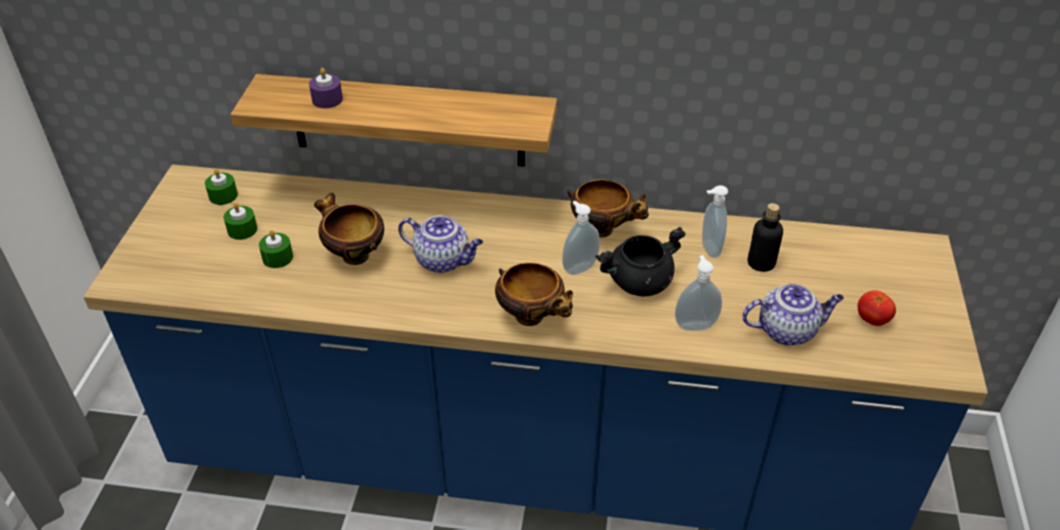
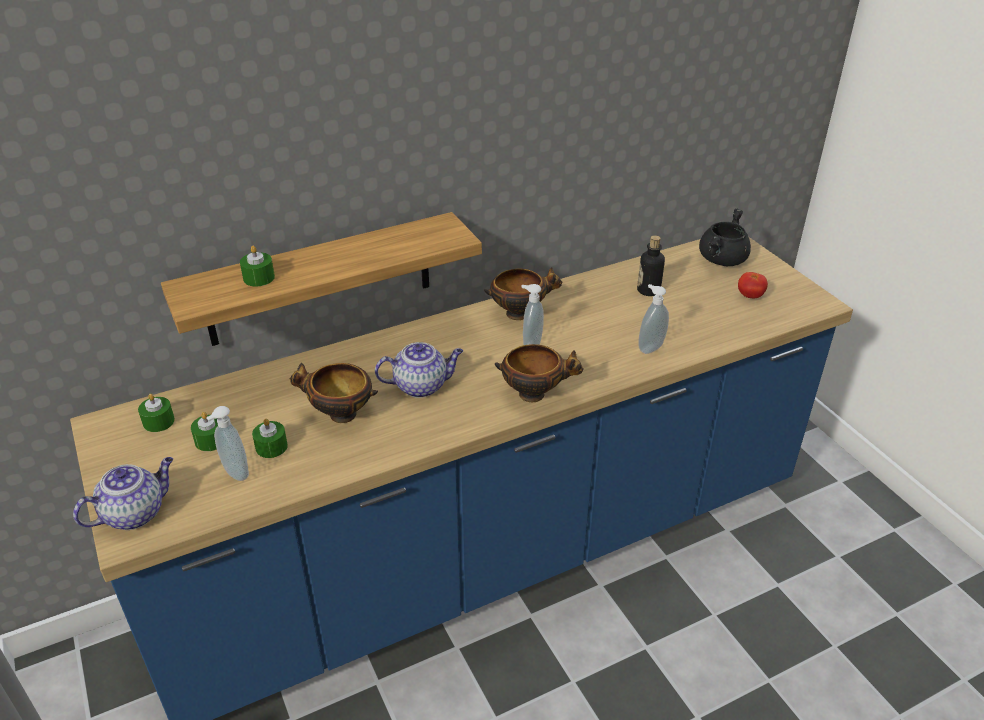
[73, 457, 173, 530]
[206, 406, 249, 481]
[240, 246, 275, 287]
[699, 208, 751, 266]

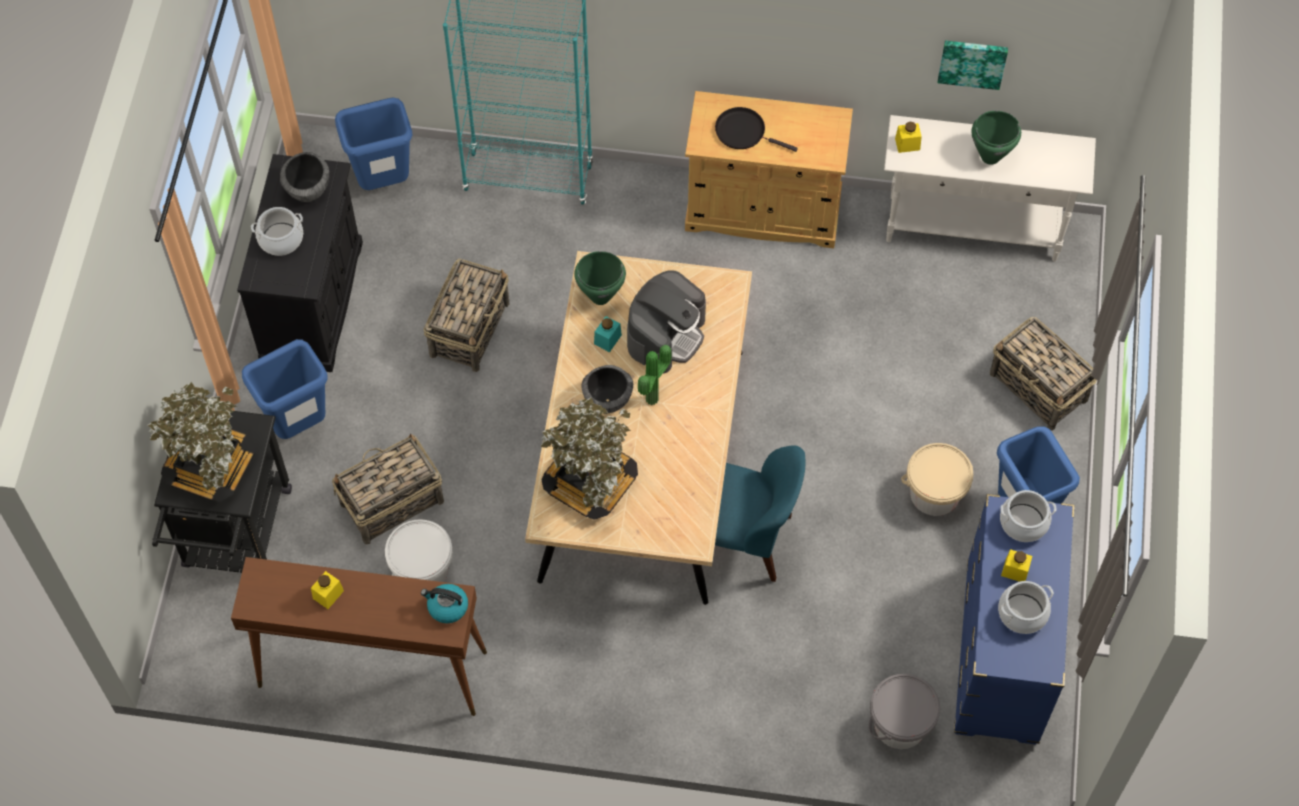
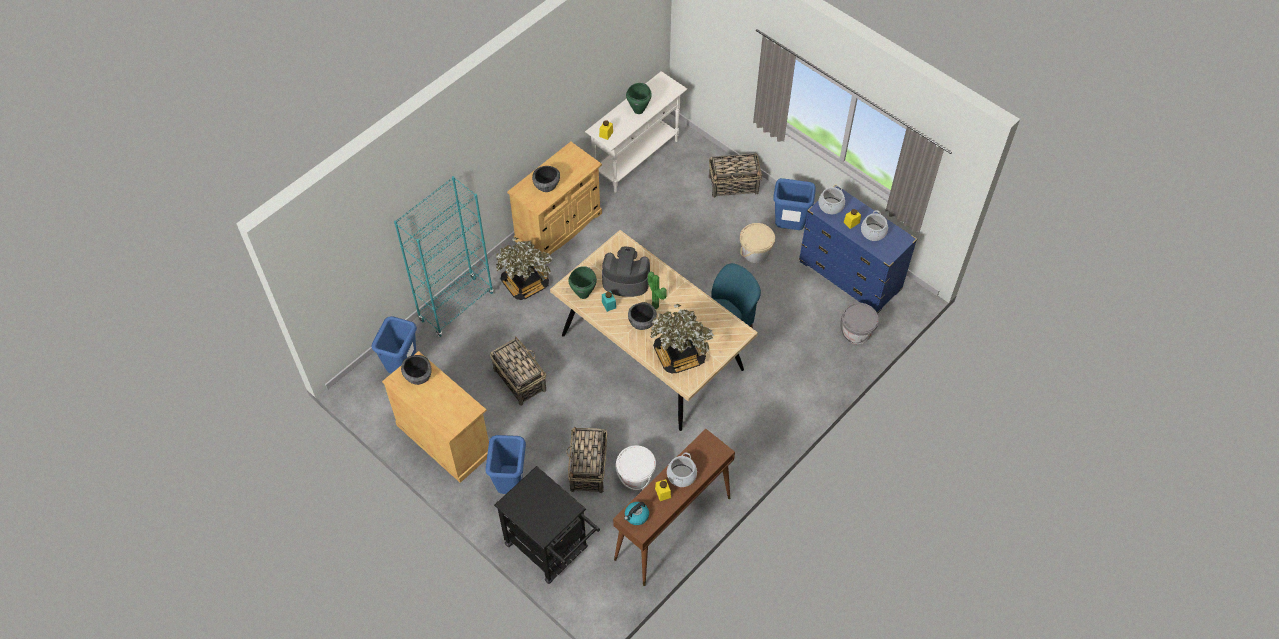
[382, 351, 489, 483]
[496, 237, 553, 300]
[532, 166, 560, 192]
[602, 247, 650, 297]
[624, 502, 649, 525]
[667, 453, 697, 487]
[938, 41, 1008, 90] (first image)

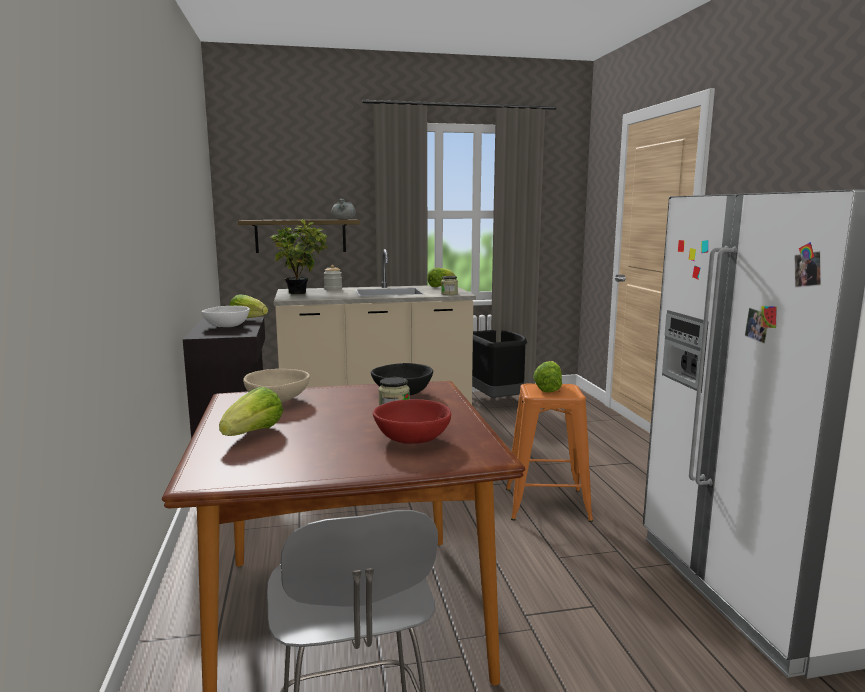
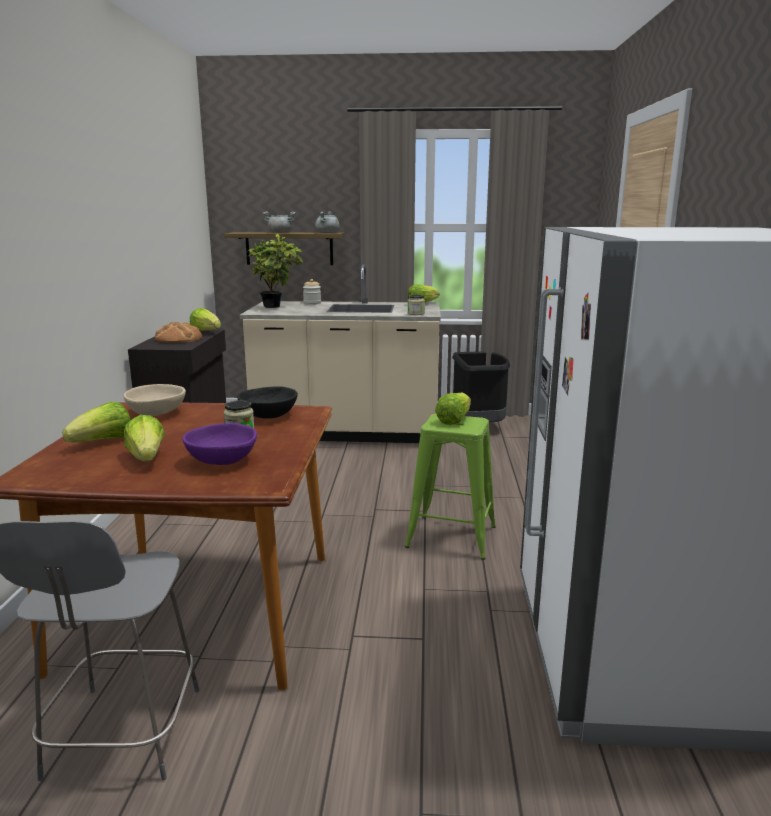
[124, 415, 165, 461]
[155, 322, 202, 343]
[183, 423, 257, 465]
[263, 211, 296, 233]
[405, 414, 496, 560]

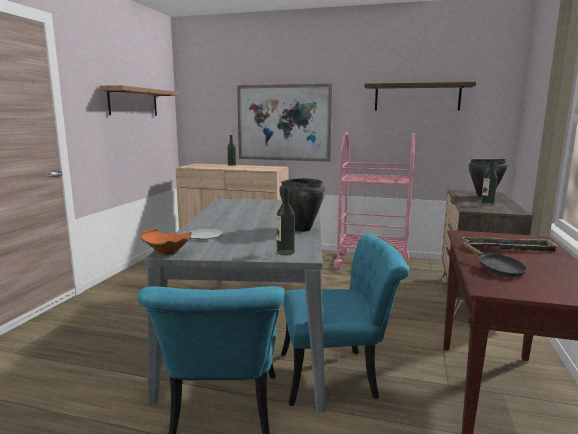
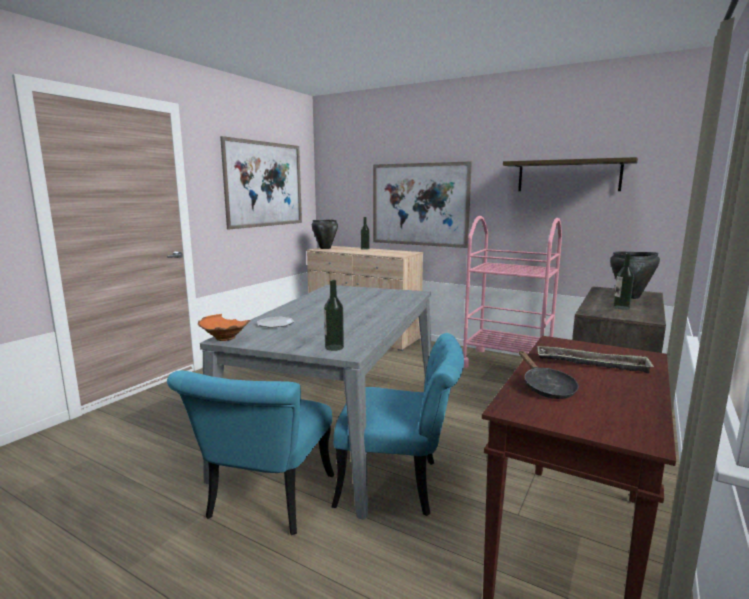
[220, 136, 302, 230]
[312, 220, 338, 249]

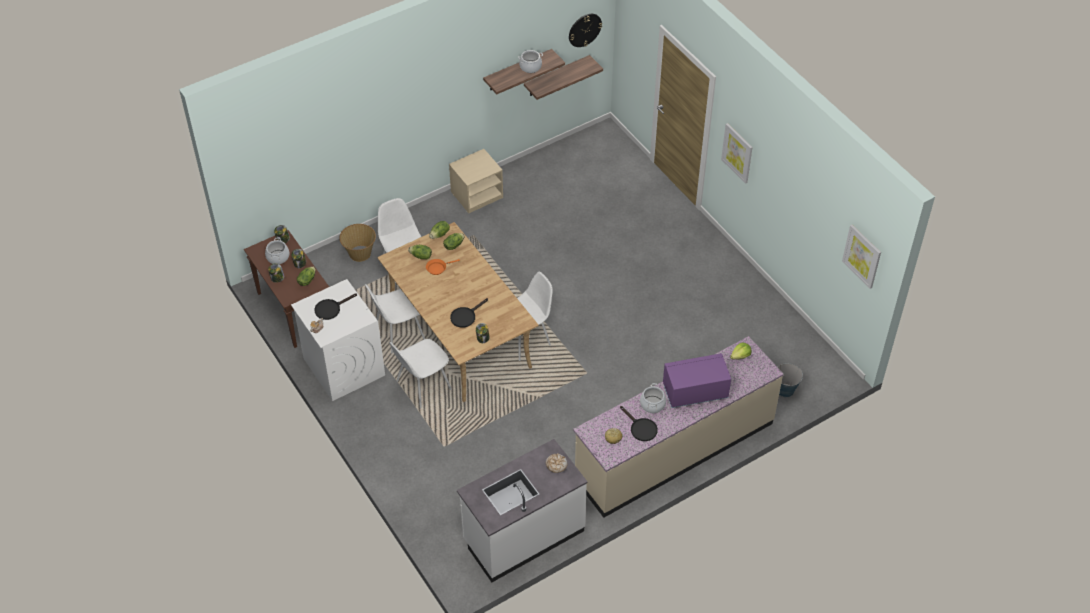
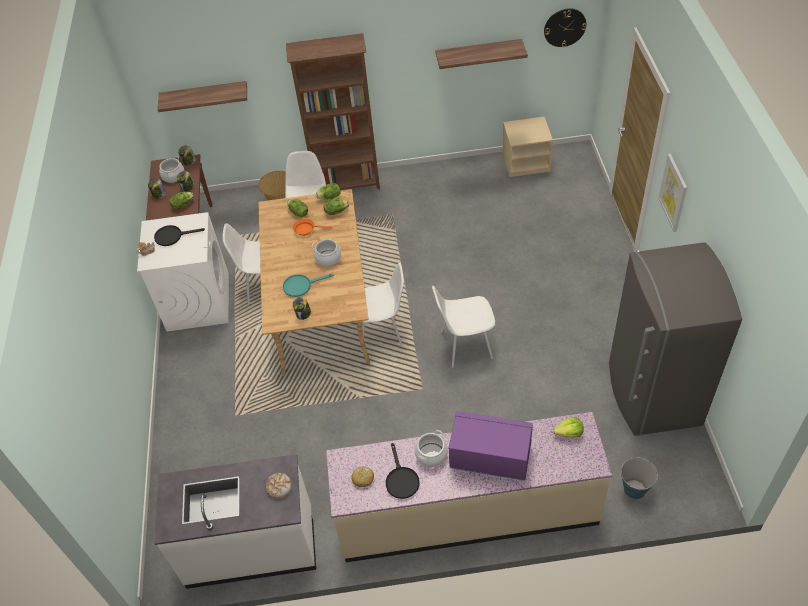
[157, 81, 247, 112]
[283, 274, 333, 297]
[286, 33, 380, 190]
[312, 239, 341, 267]
[432, 285, 495, 367]
[503, 116, 553, 177]
[609, 242, 742, 436]
[842, 225, 881, 289] (first image)

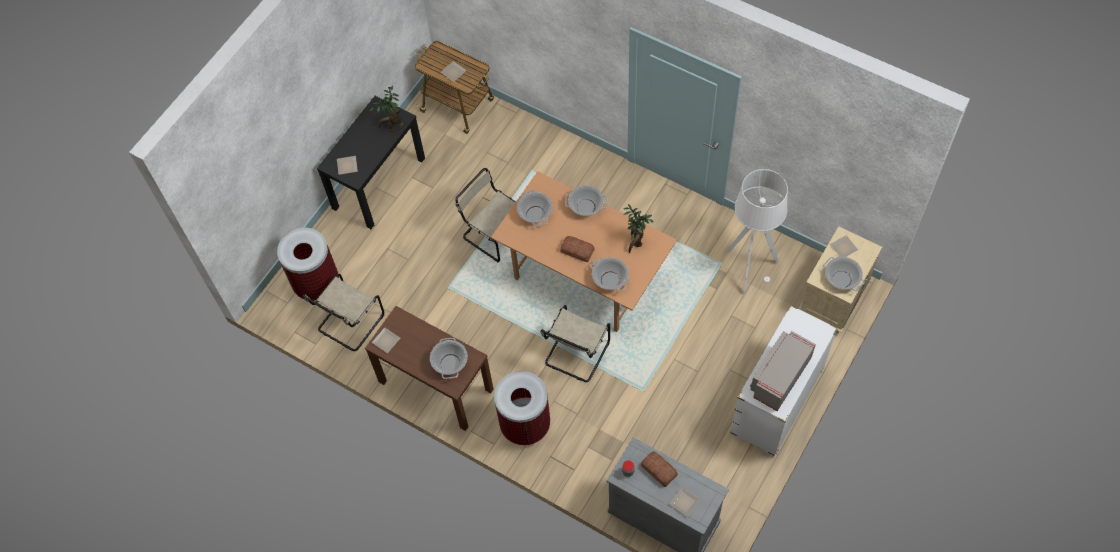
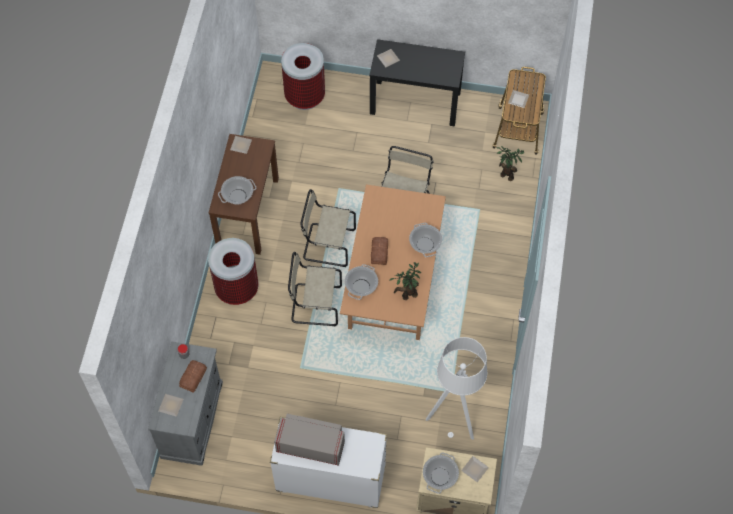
[300, 189, 356, 267]
[496, 146, 525, 181]
[517, 190, 553, 227] (first image)

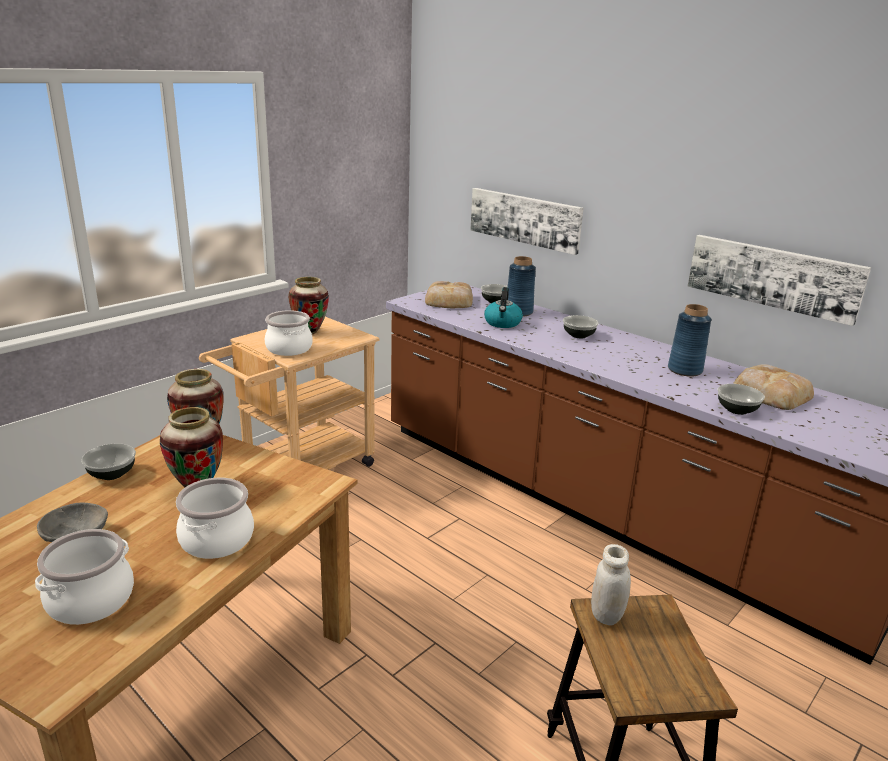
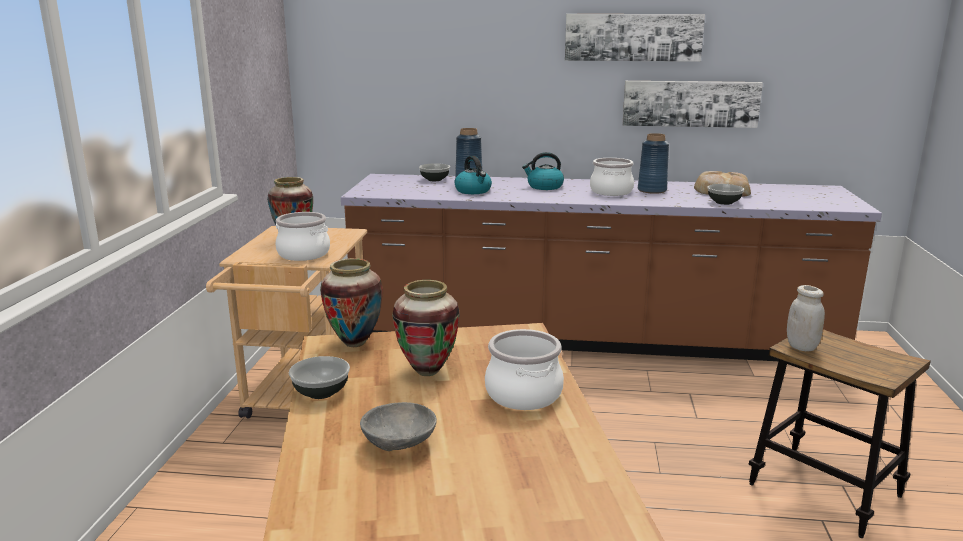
[522, 152, 564, 190]
[565, 14, 705, 62]
[590, 158, 634, 196]
[425, 281, 473, 308] (first image)

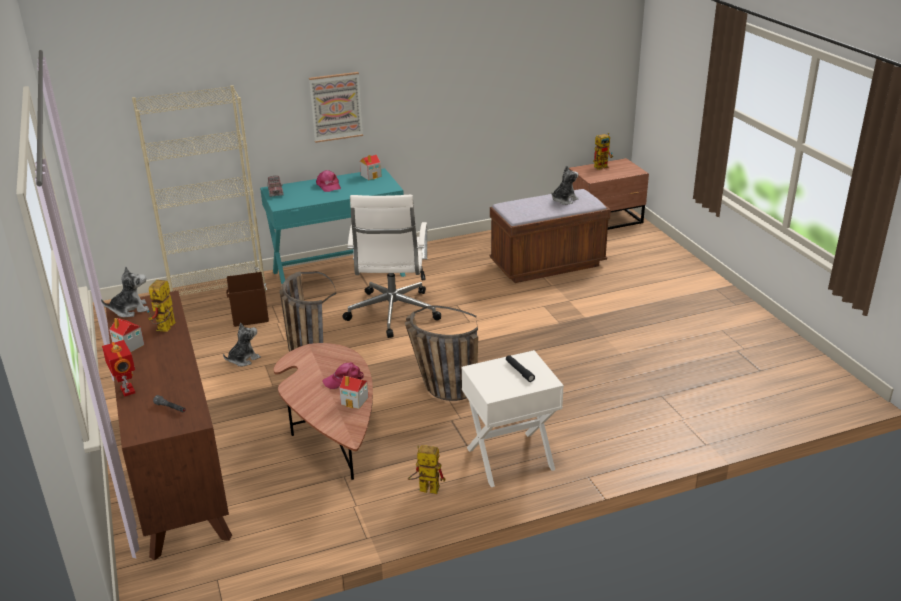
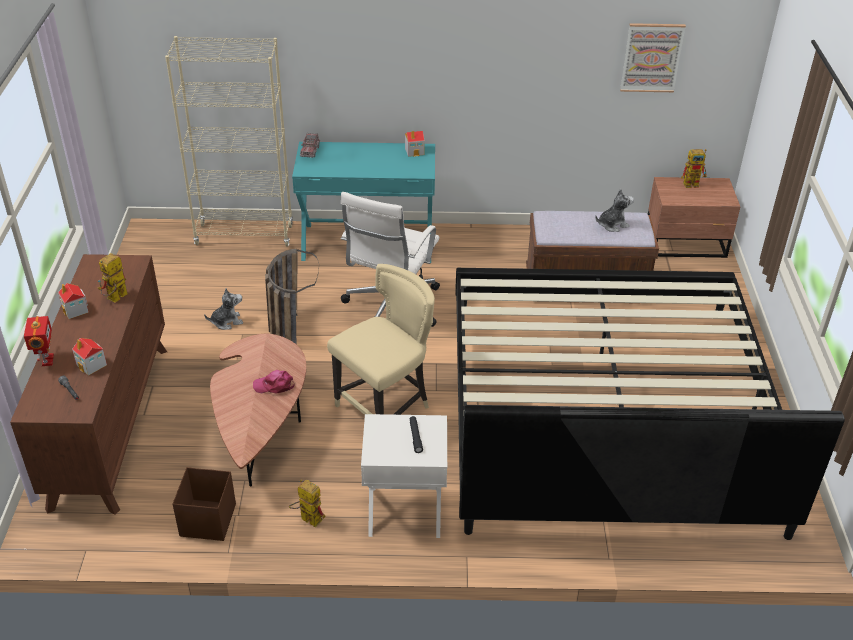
[72, 338, 107, 376]
[173, 467, 236, 541]
[327, 264, 435, 415]
[455, 268, 845, 540]
[620, 23, 686, 92]
[101, 266, 149, 317] (first image)
[316, 170, 341, 192] (first image)

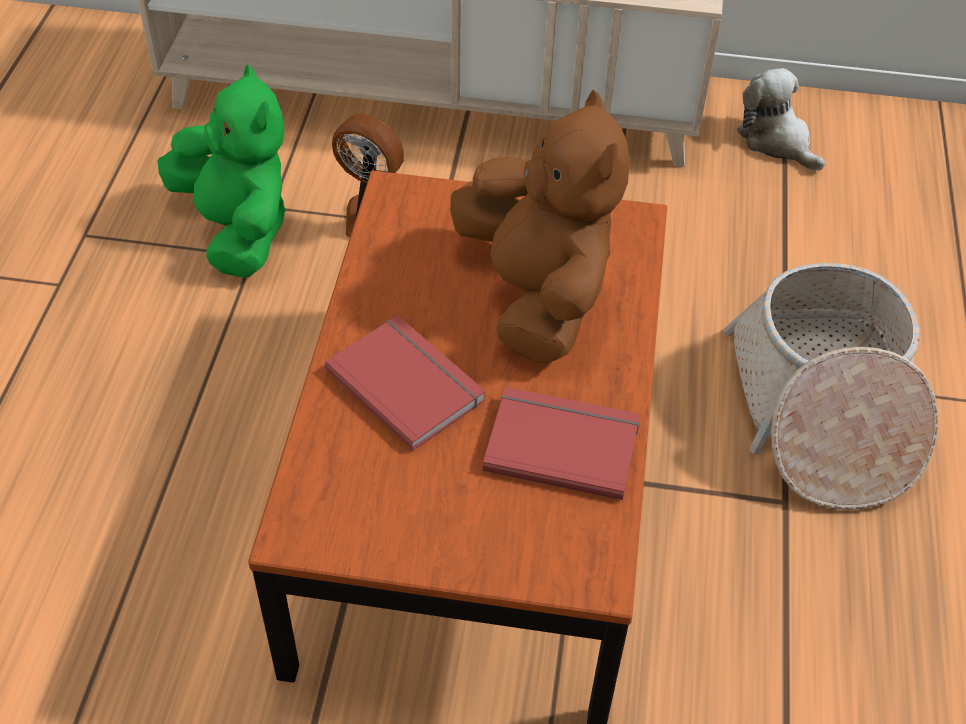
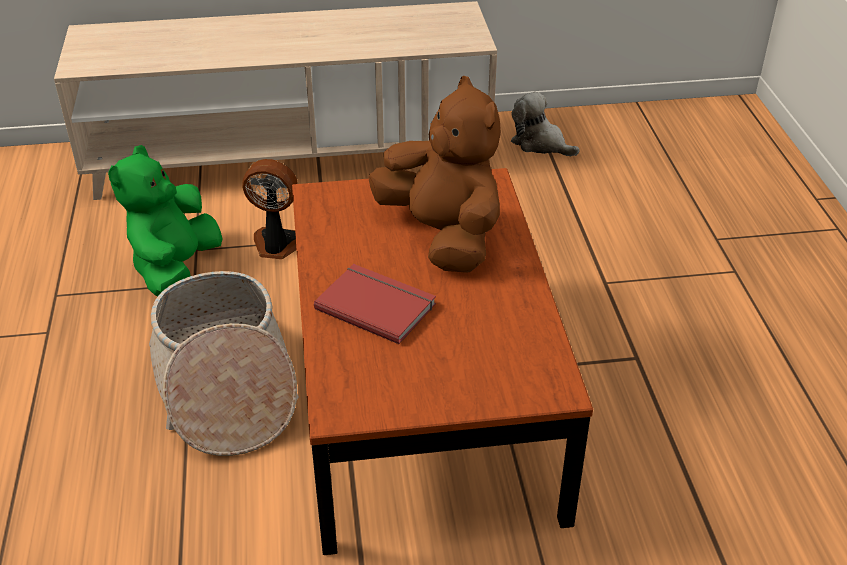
[108, 145, 222, 297]
[149, 271, 299, 456]
[482, 387, 640, 500] (first image)

